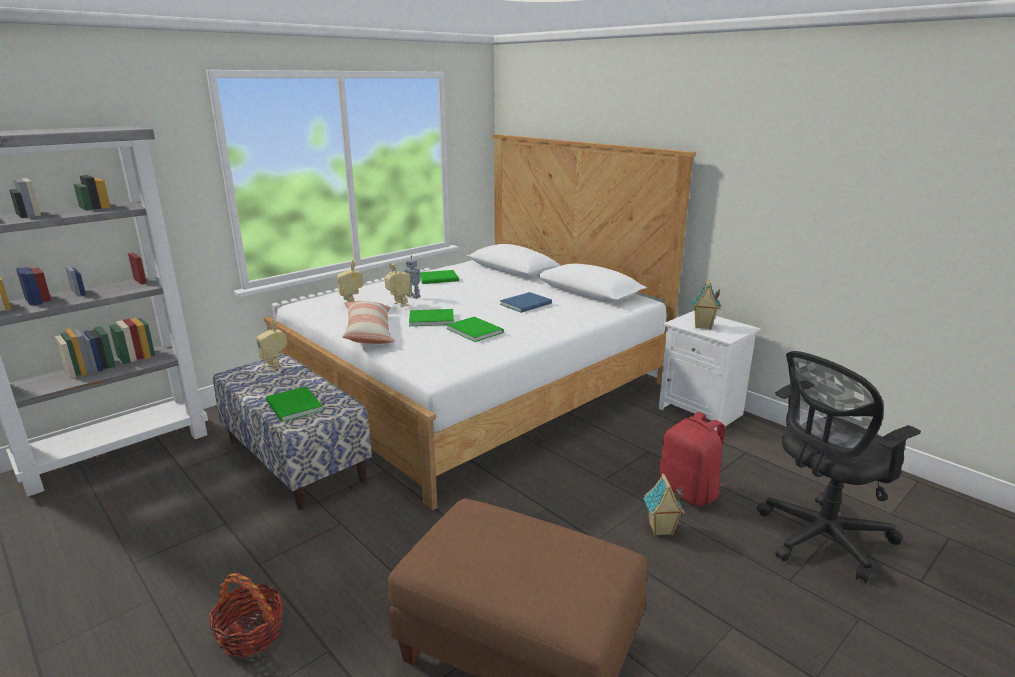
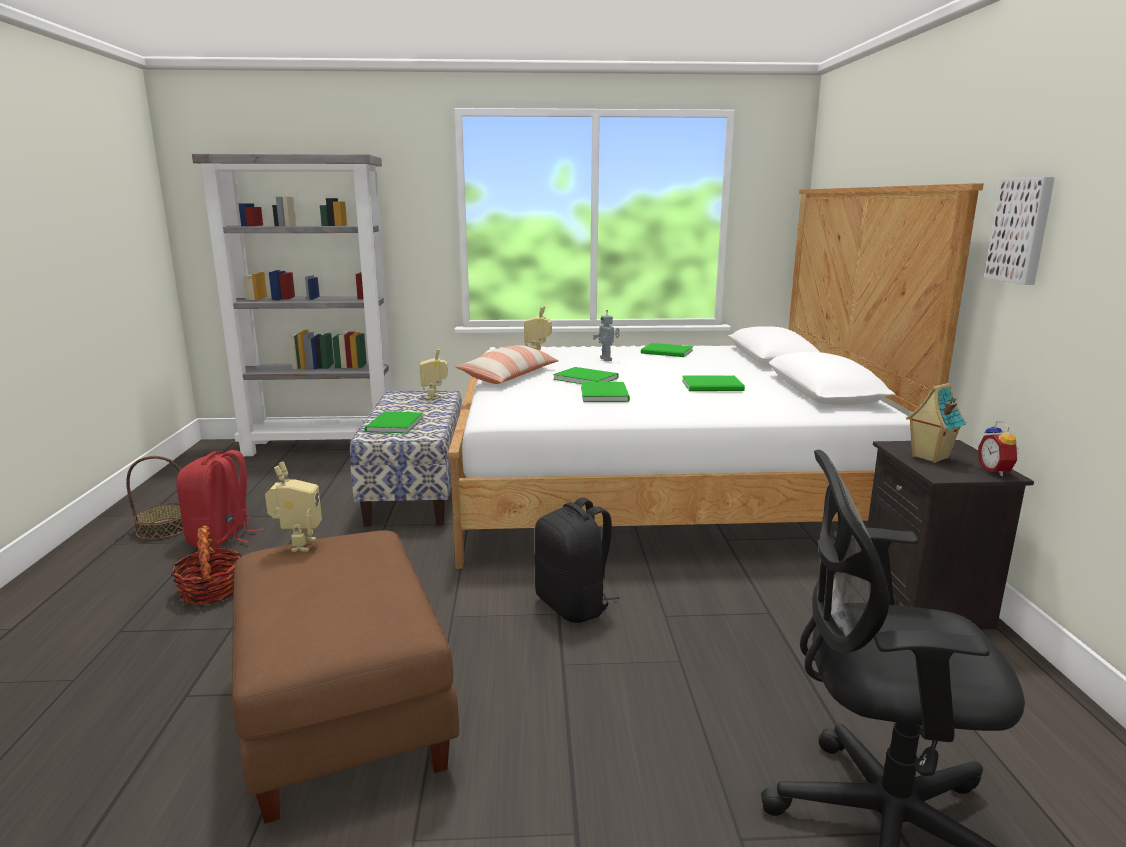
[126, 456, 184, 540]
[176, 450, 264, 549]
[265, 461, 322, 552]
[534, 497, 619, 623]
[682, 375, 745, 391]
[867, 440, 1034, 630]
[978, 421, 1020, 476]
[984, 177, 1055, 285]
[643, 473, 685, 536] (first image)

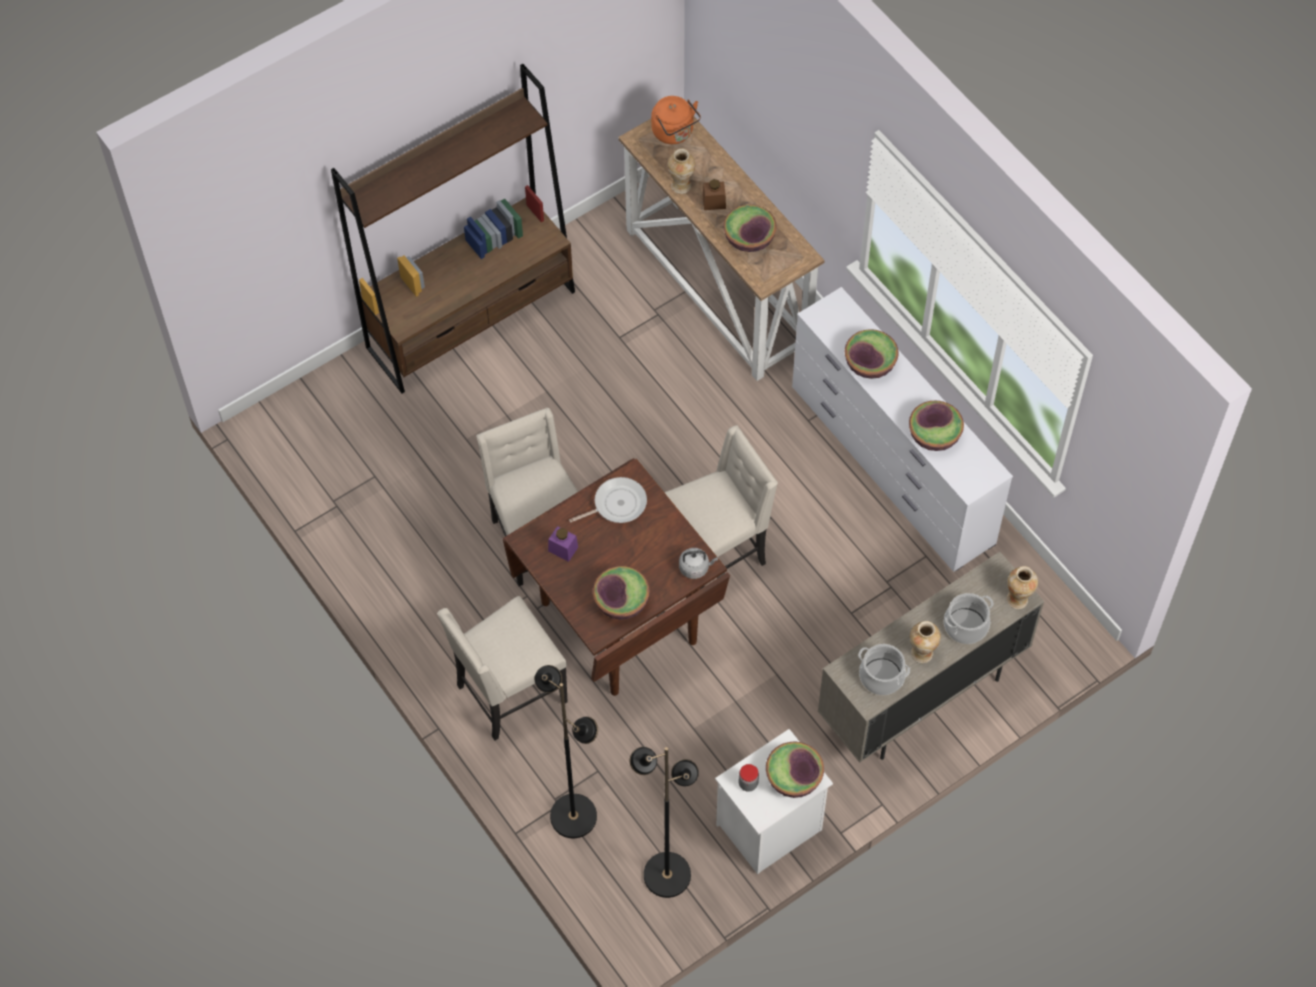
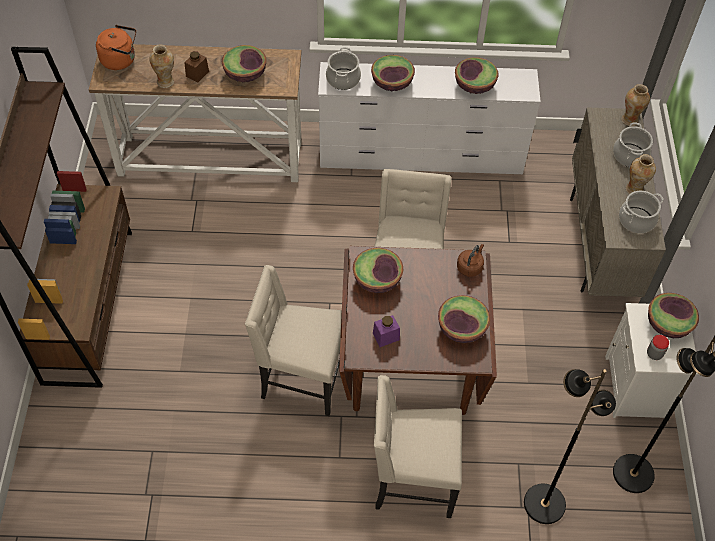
[326, 47, 361, 90]
[353, 248, 403, 293]
[374, 375, 462, 518]
[457, 244, 484, 277]

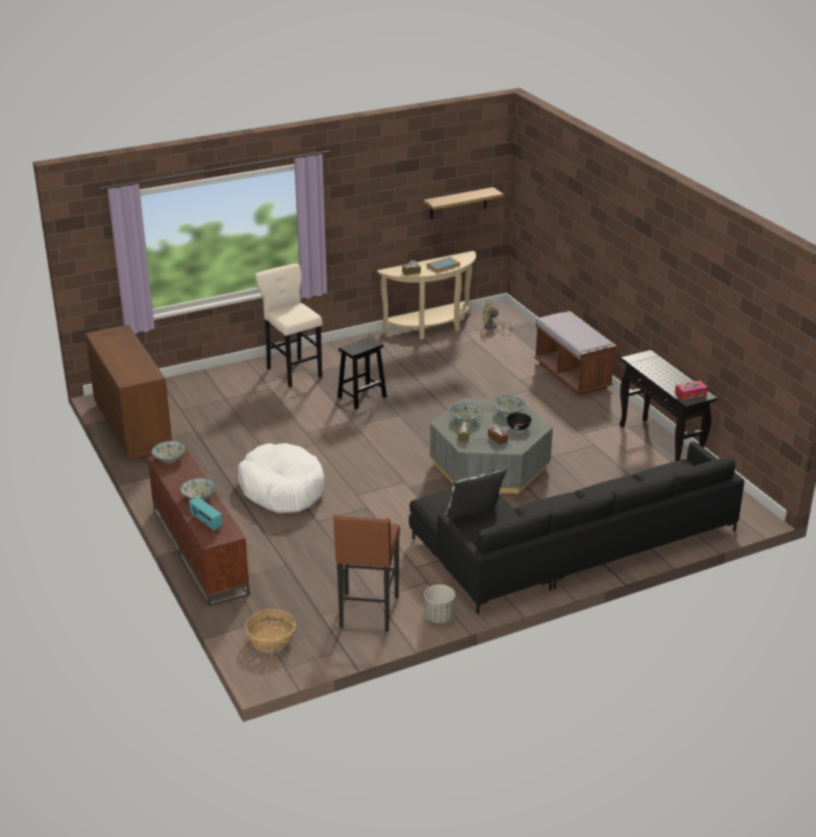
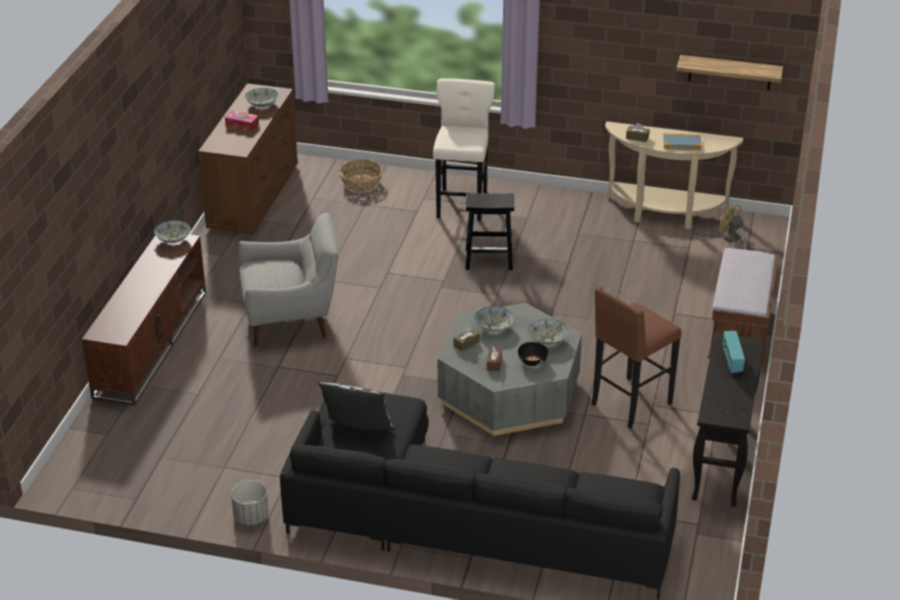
[225, 110, 259, 132]
[239, 213, 339, 346]
[245, 88, 279, 108]
[339, 159, 383, 192]
[592, 287, 682, 429]
[723, 331, 745, 373]

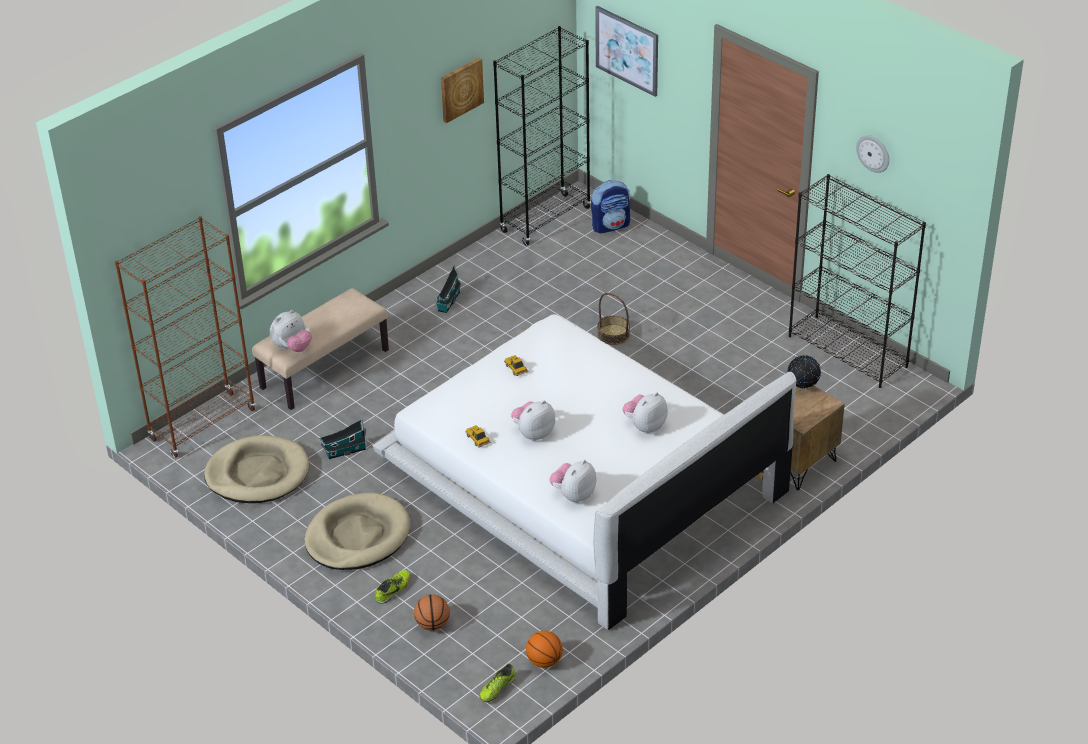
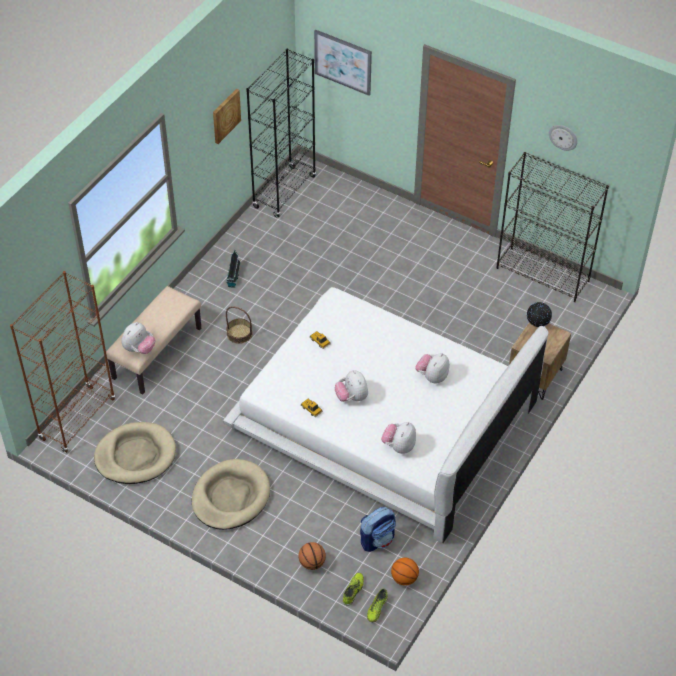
[226, 306, 253, 344]
[335, 370, 368, 402]
[343, 573, 364, 605]
[360, 507, 396, 552]
[319, 419, 367, 459] (first image)

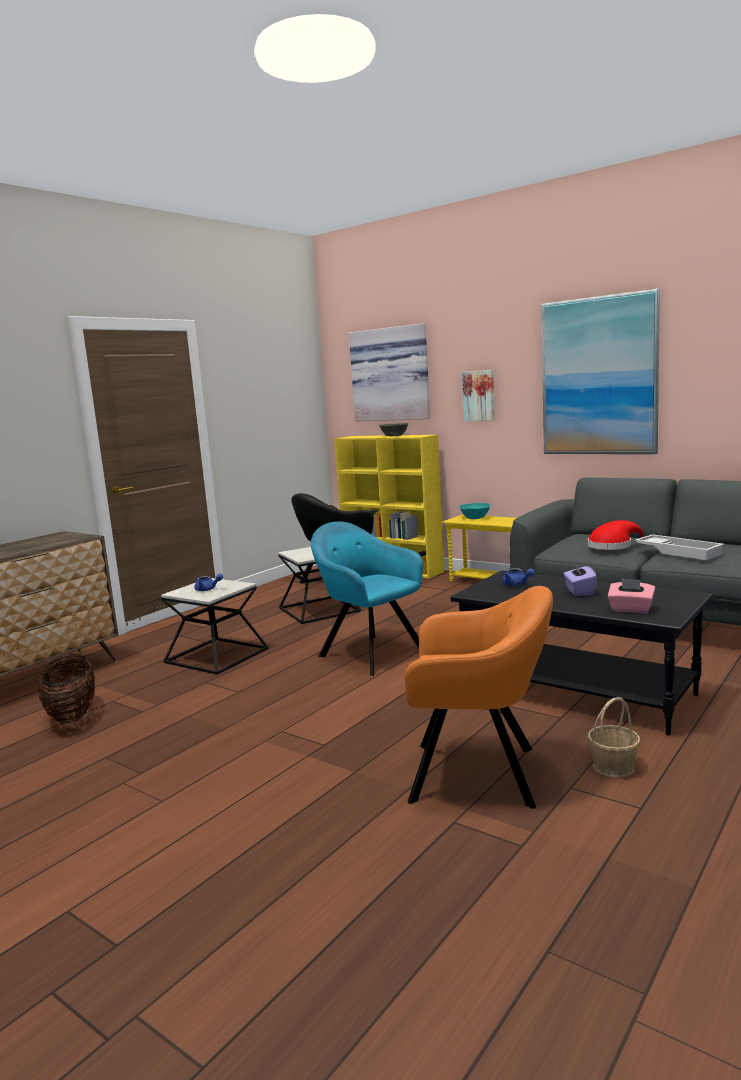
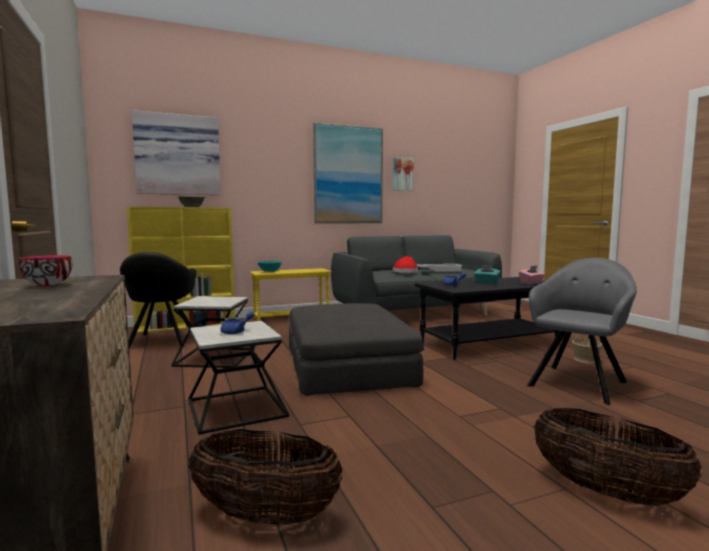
[18, 255, 72, 286]
[289, 303, 424, 396]
[393, 157, 414, 191]
[474, 265, 501, 284]
[527, 258, 637, 405]
[533, 408, 702, 506]

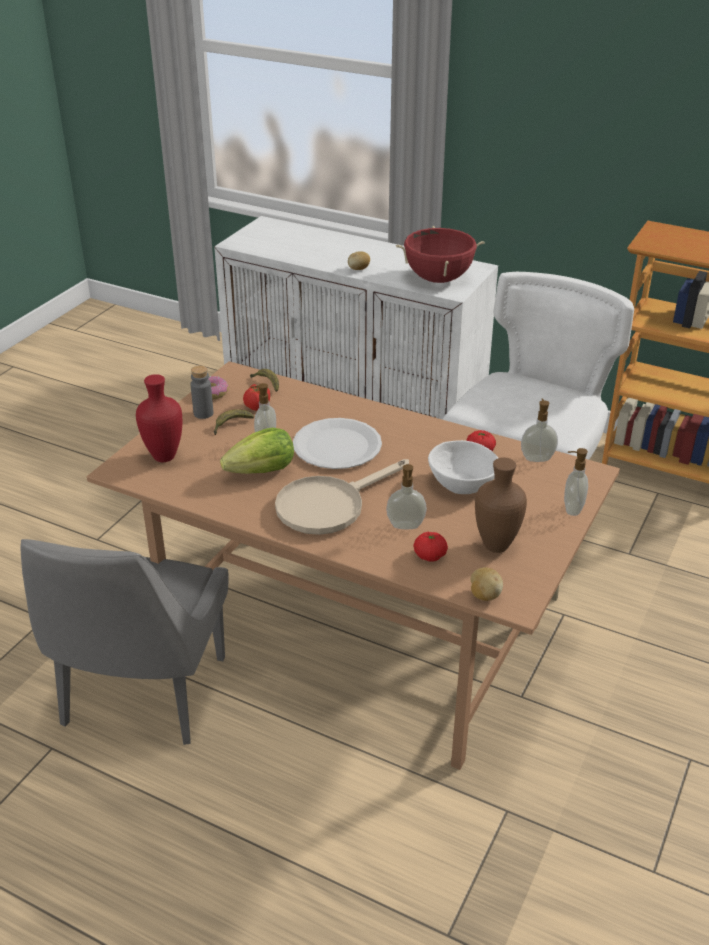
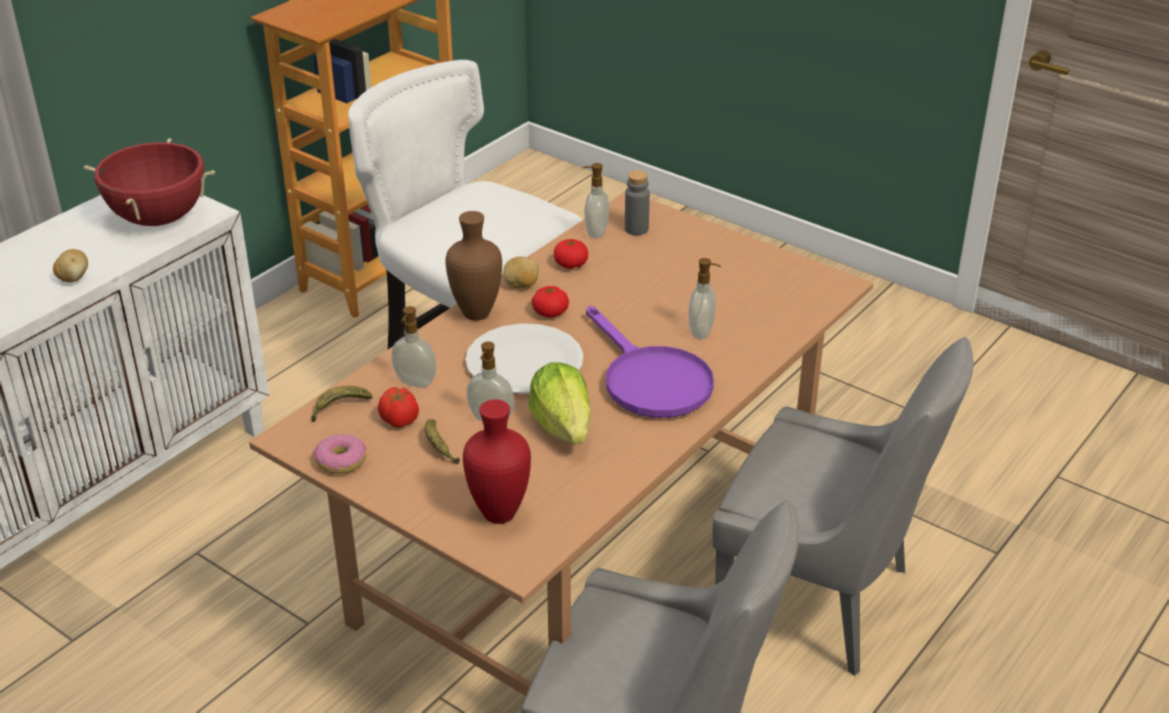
[391, 306, 436, 388]
[446, 211, 502, 321]
[503, 257, 539, 288]
[531, 286, 569, 317]
[586, 306, 714, 418]
[625, 170, 650, 235]
[712, 337, 973, 676]
[428, 440, 498, 494] (first image)

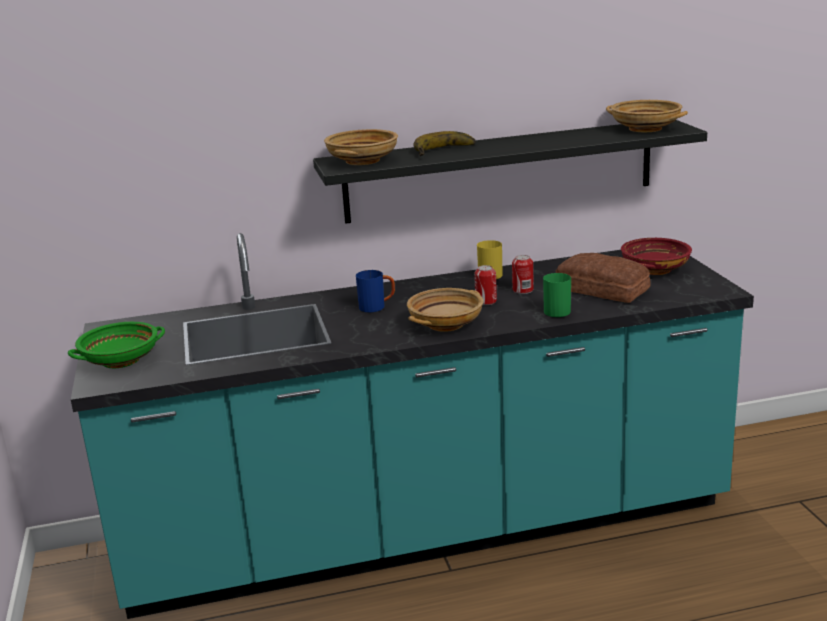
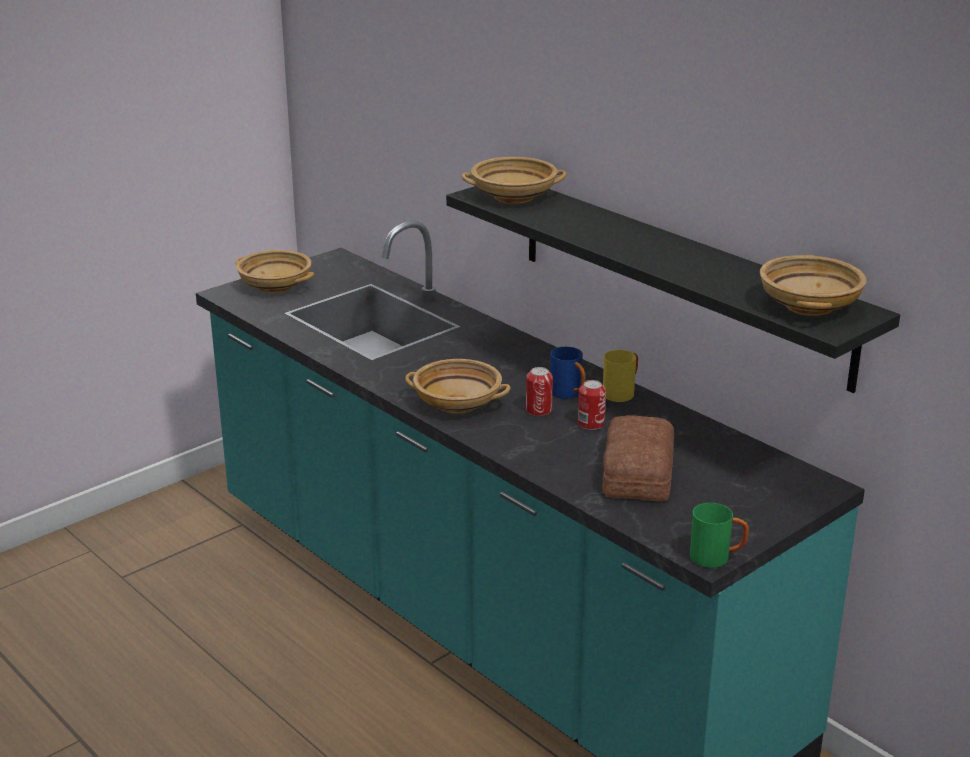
[235, 250, 314, 293]
[550, 347, 585, 399]
[690, 503, 749, 568]
[413, 131, 476, 156] (first image)
[621, 238, 692, 275] (first image)

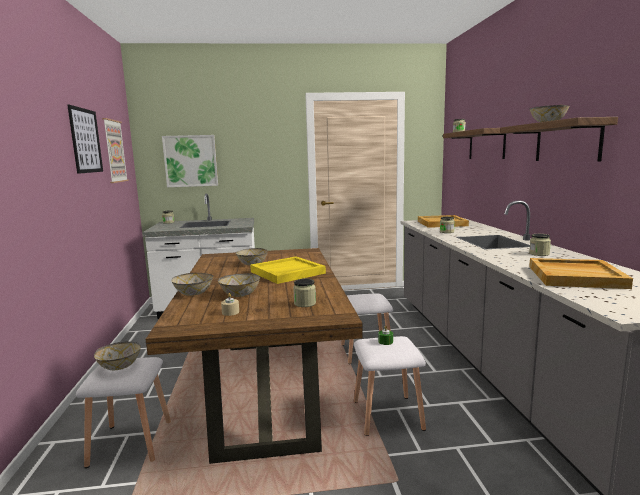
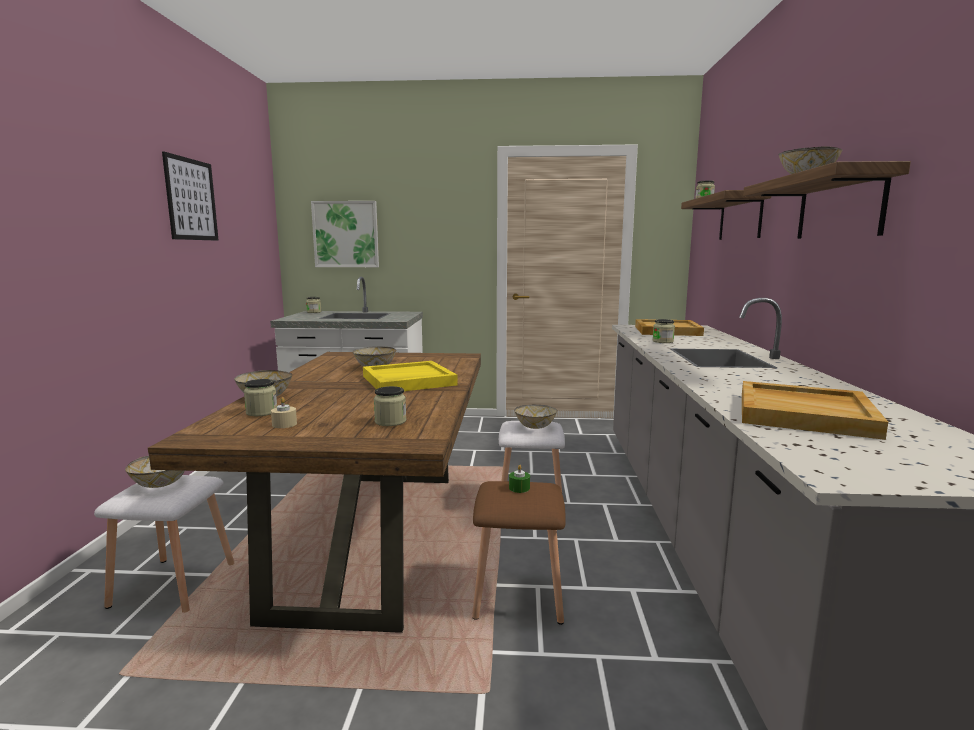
[244, 379, 277, 416]
[472, 481, 566, 625]
[514, 405, 557, 429]
[102, 118, 129, 183] (first image)

